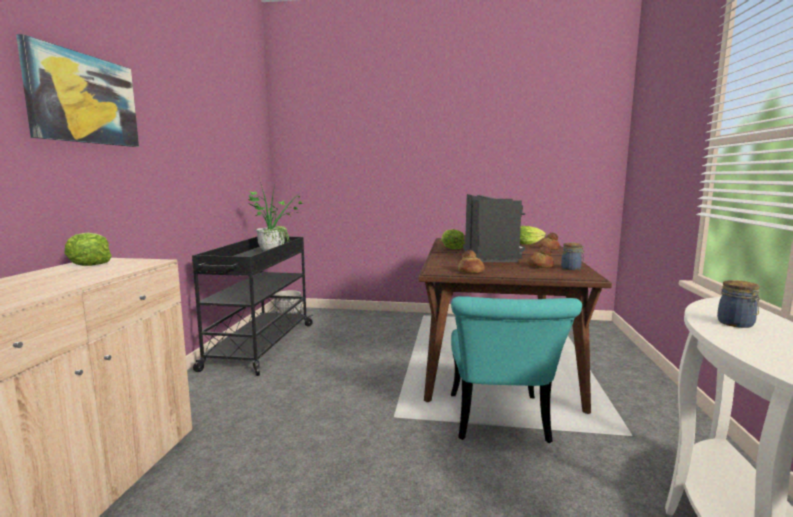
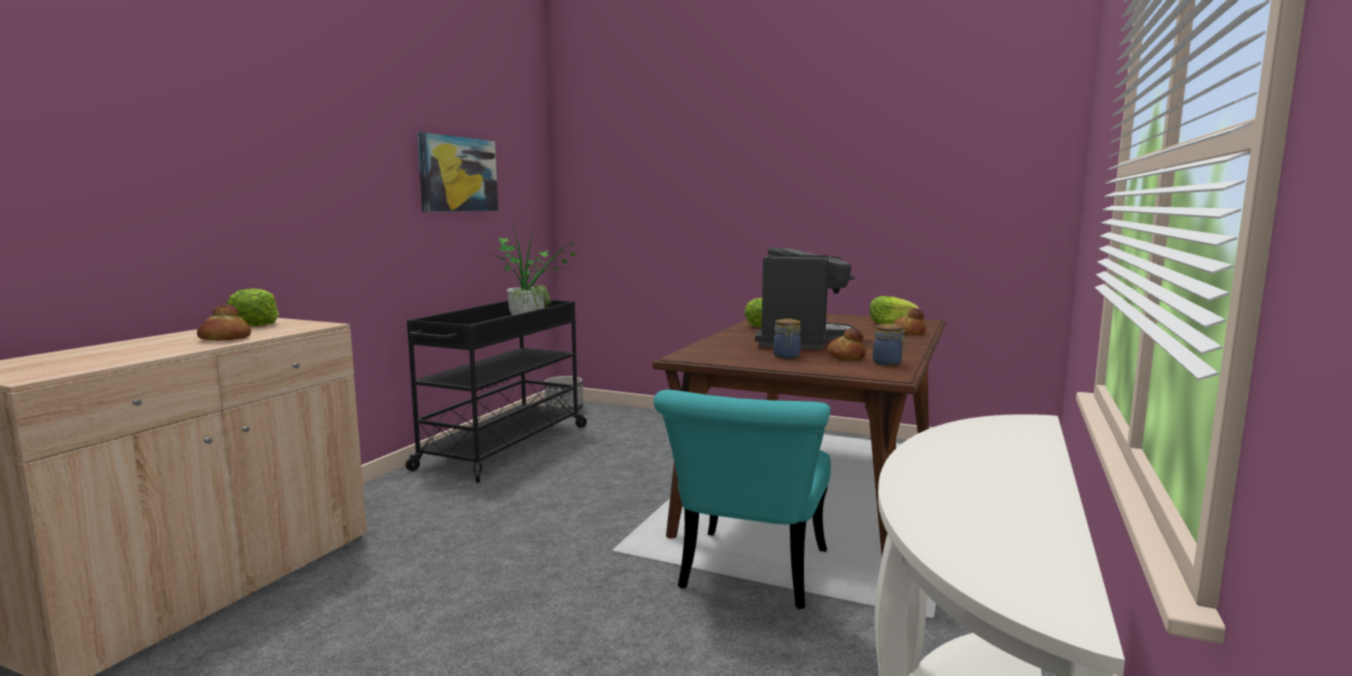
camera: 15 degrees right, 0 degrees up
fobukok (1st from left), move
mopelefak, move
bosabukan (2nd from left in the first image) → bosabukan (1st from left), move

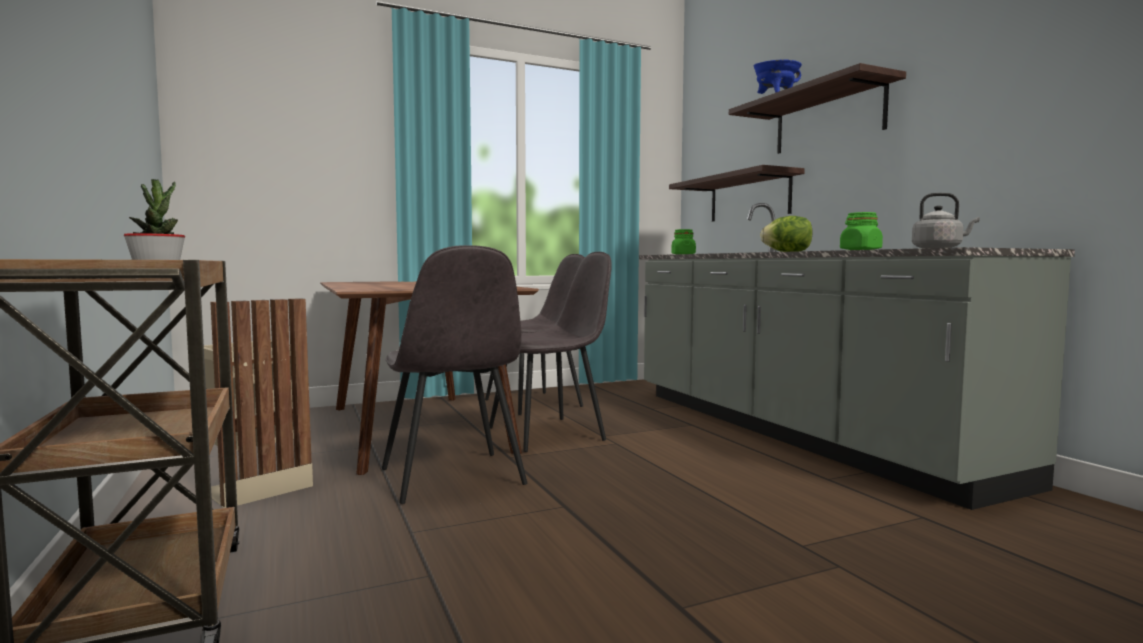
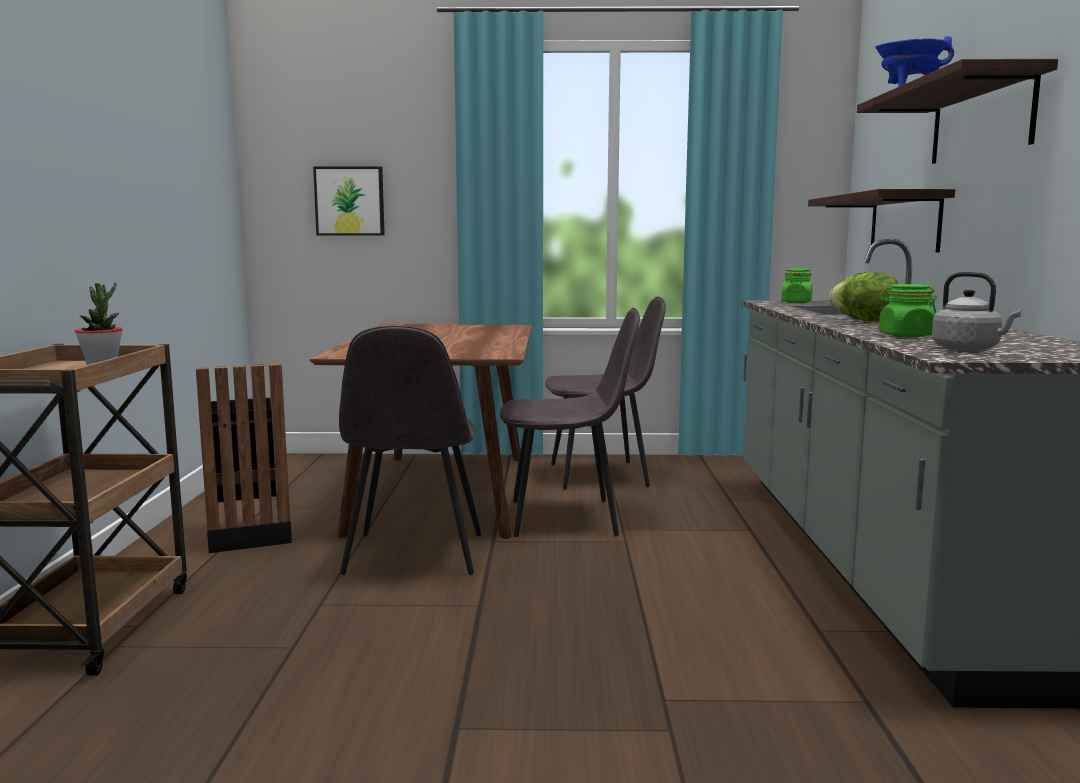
camera: 25 degrees right, 5 degrees up
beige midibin → black midibin
- → mopelefak

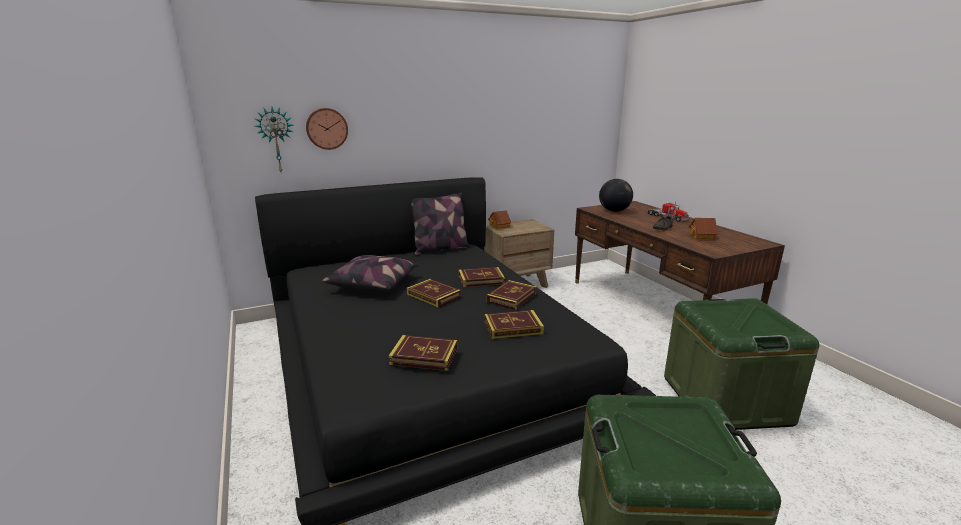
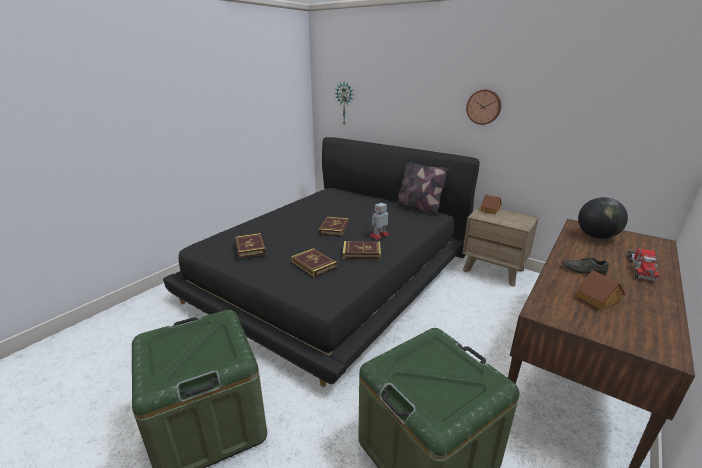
camera: 60 degrees right, 5 degrees up
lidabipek (3rd from left) → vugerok
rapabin (2nd from left), move
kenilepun (1st from left) → -

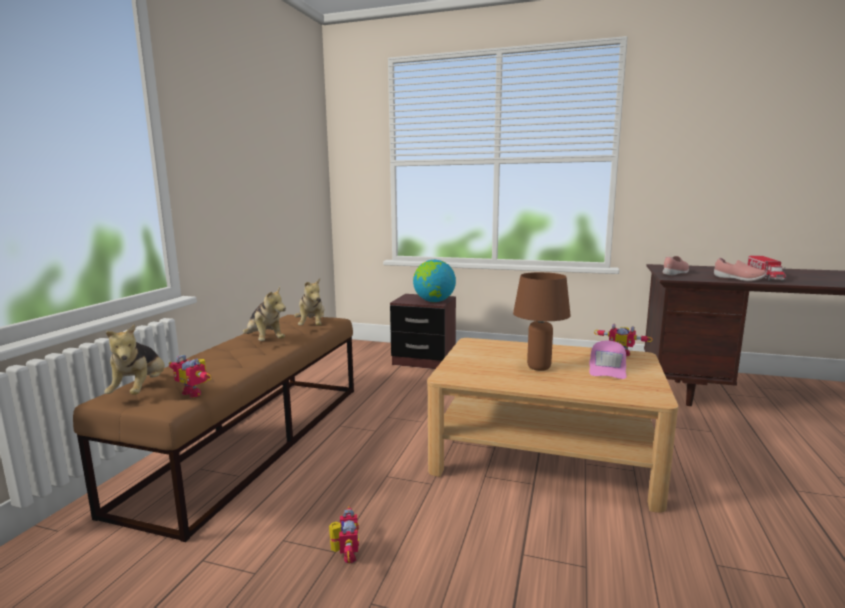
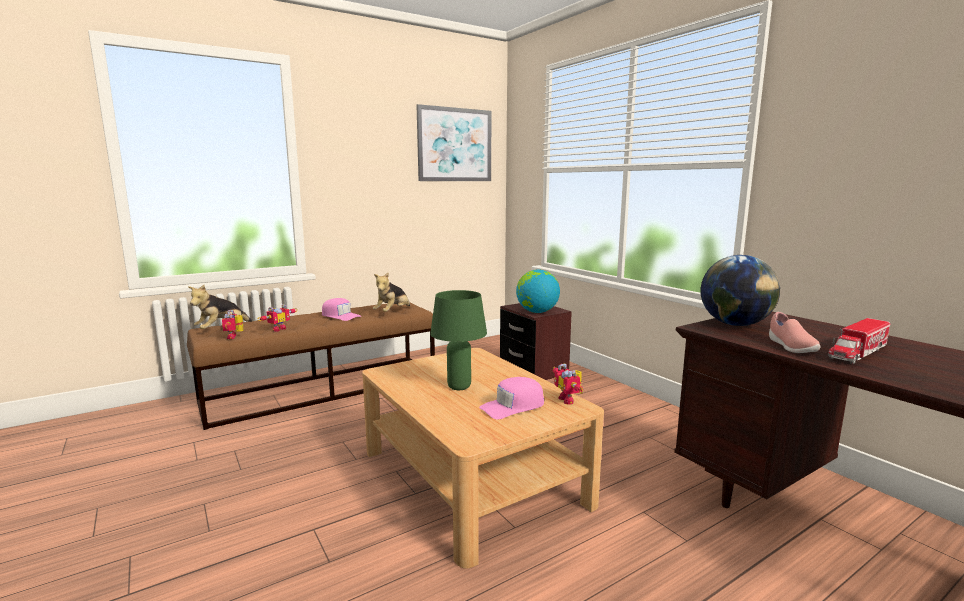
camera: 40 degrees right, 0 degrees up
vugerok (2nd from left), move
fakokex (2nd from left) → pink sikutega (1st from left)
- → mopelefak
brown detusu → green detusu
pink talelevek (1st from left) → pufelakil (2nd from left)

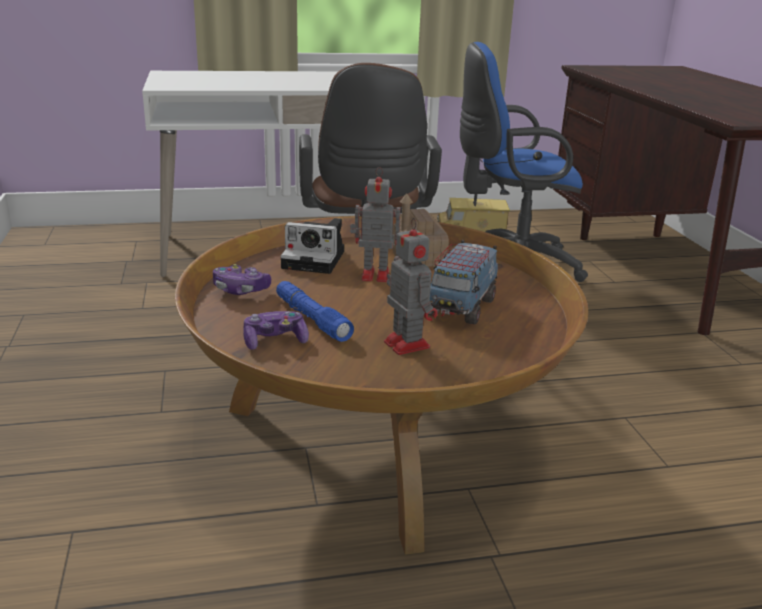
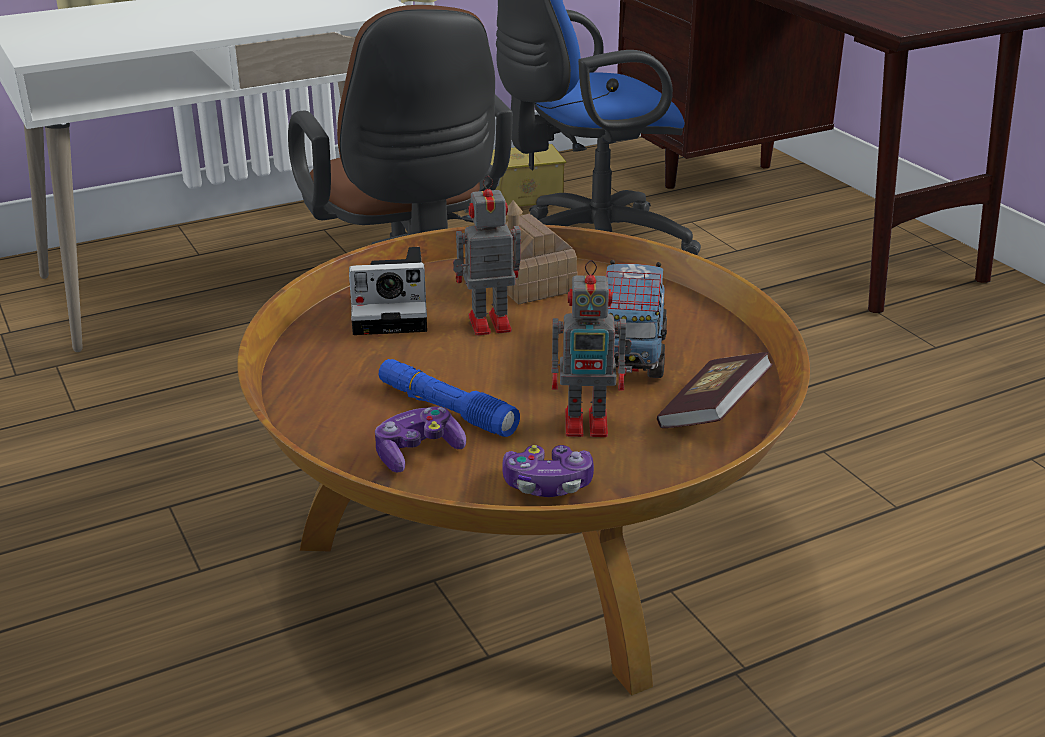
camera: 15 degrees left, 5 degrees up
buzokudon (1st from left in the first image) → buzokudon (2nd from left), move
vugerok (2nd from left), 135 degrees clockwise
- → lidabipek

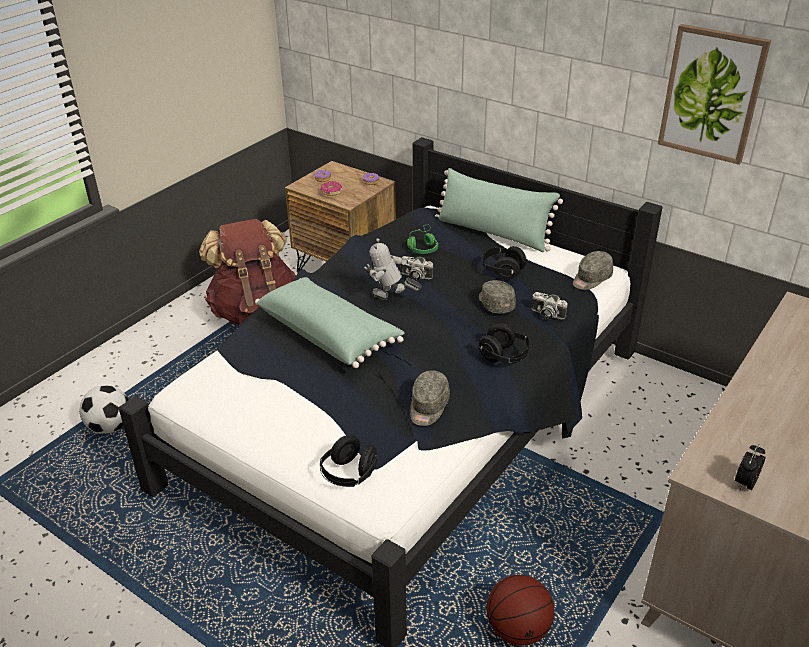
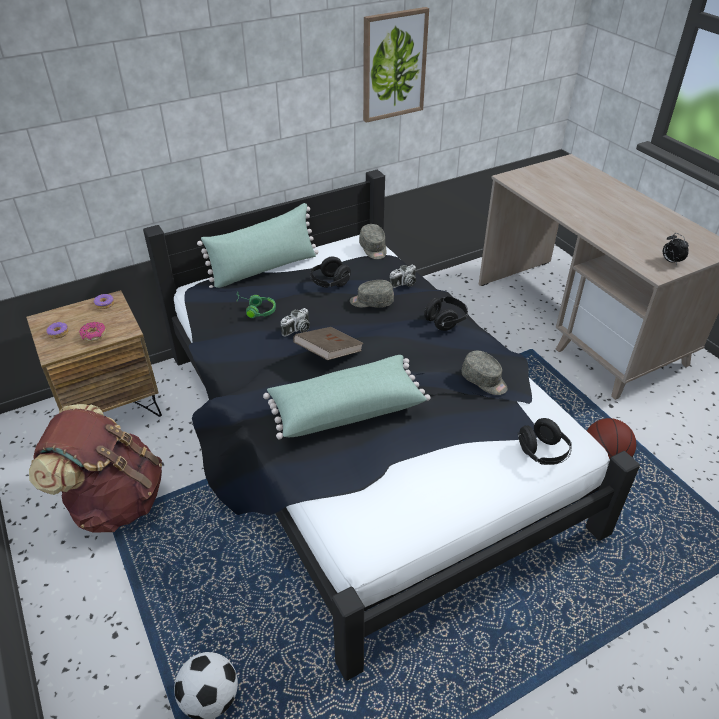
camera: 65 degrees left, 5 degrees up
vugerok → brown lidabipek

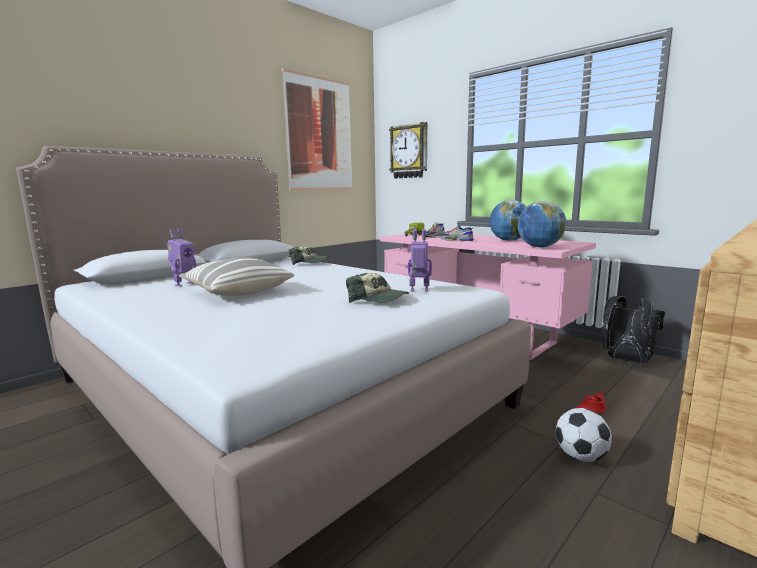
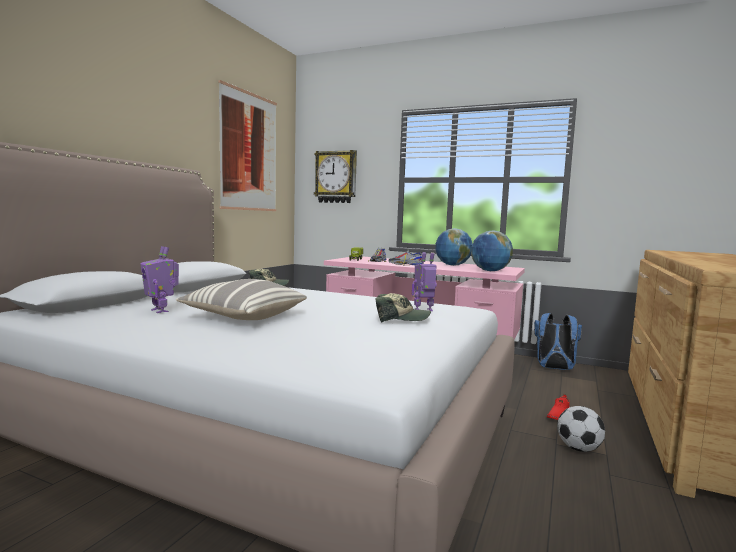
camera: 20 degrees left, 5 degrees down
vugerok (1st from left), 120 degrees clockwise
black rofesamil → blue rofesamil

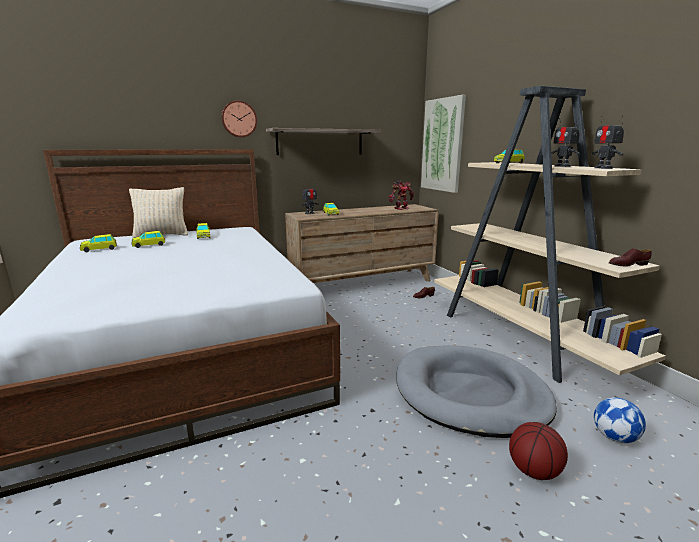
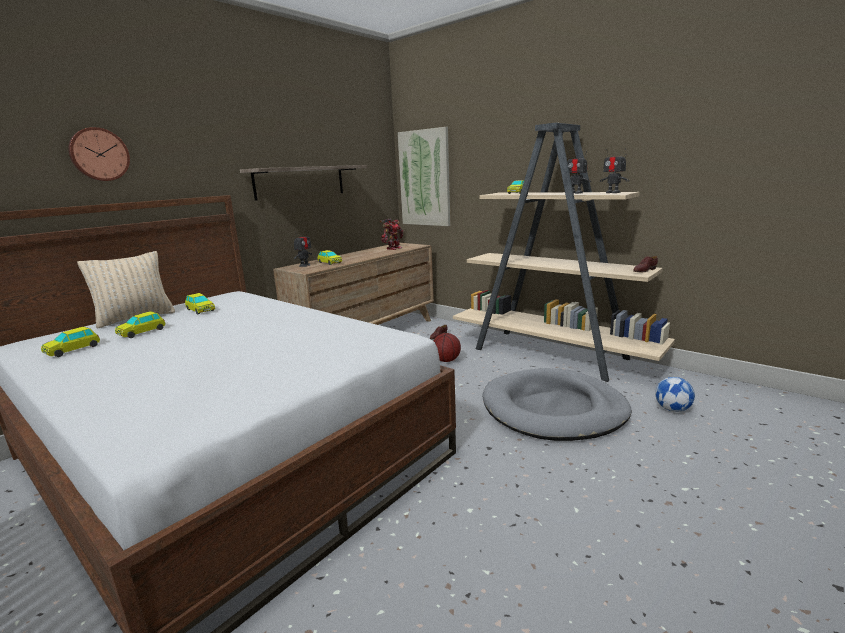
camera: 25 degrees left, 0 degrees up
rapabin, move
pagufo, move

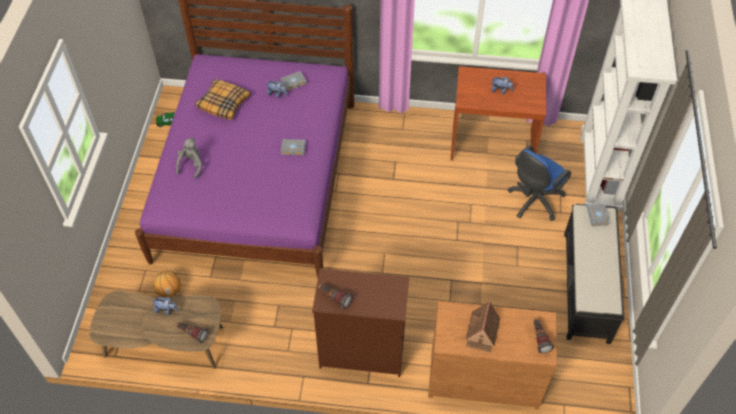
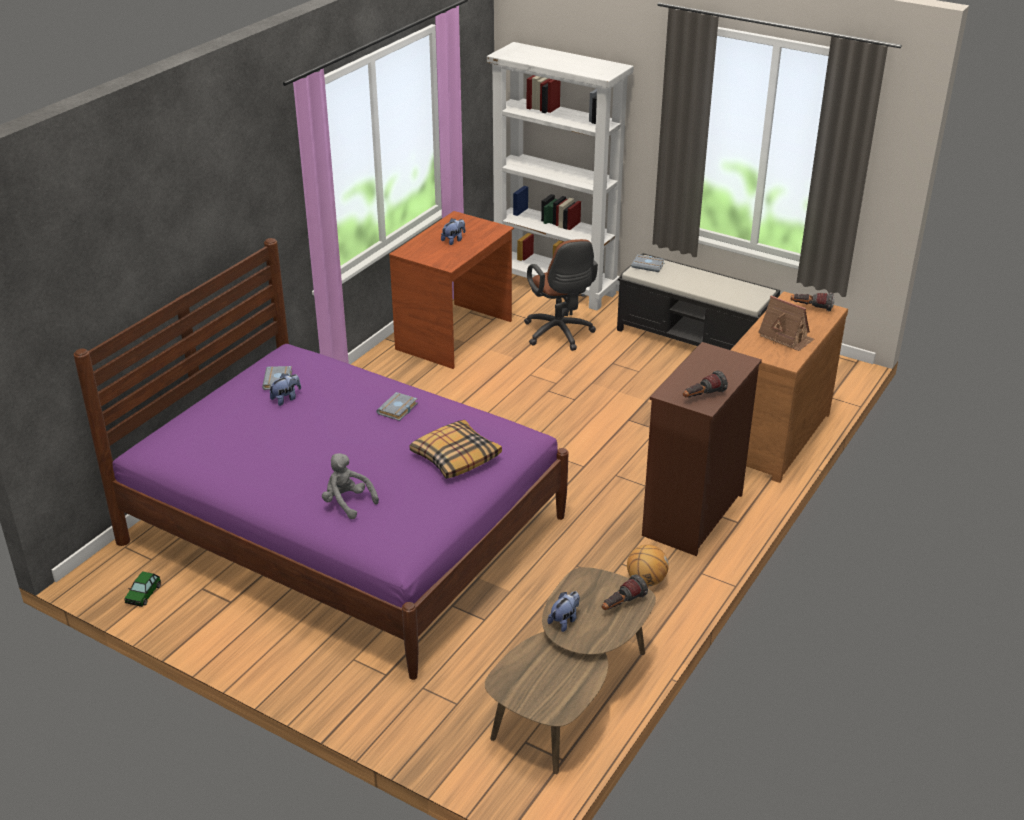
camera: 65 degrees left, 20 degrees down
kenilepun, move
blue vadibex → brown vadibex
pagufo, move

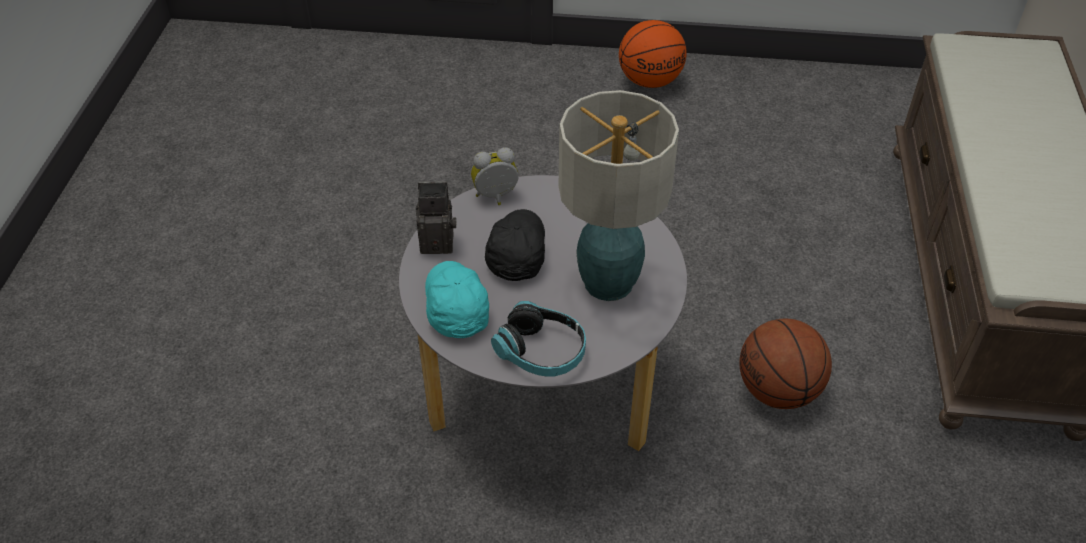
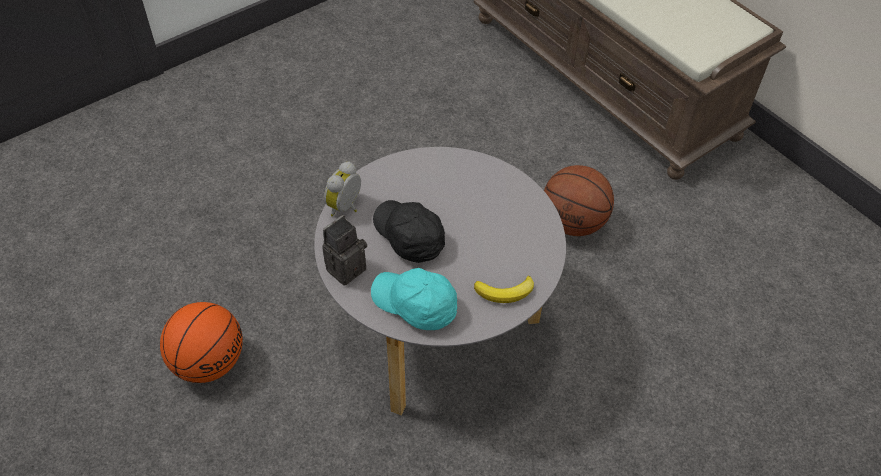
camera: 45 degrees left, 5 degrees up
pagufo (1st from left), move
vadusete → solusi
detusu → -

